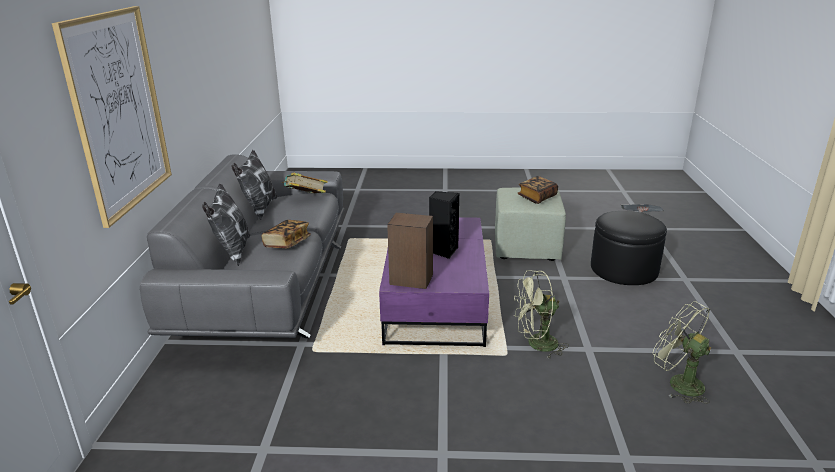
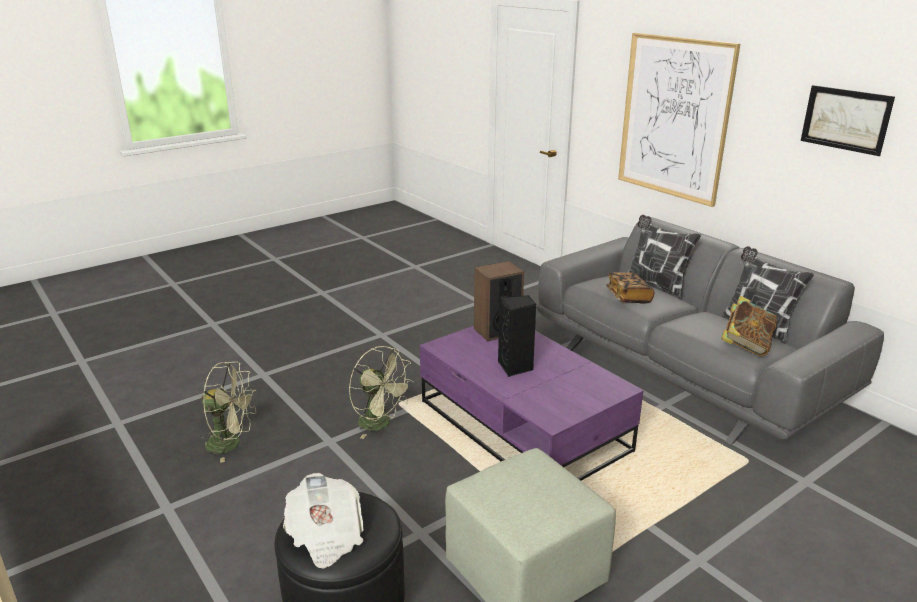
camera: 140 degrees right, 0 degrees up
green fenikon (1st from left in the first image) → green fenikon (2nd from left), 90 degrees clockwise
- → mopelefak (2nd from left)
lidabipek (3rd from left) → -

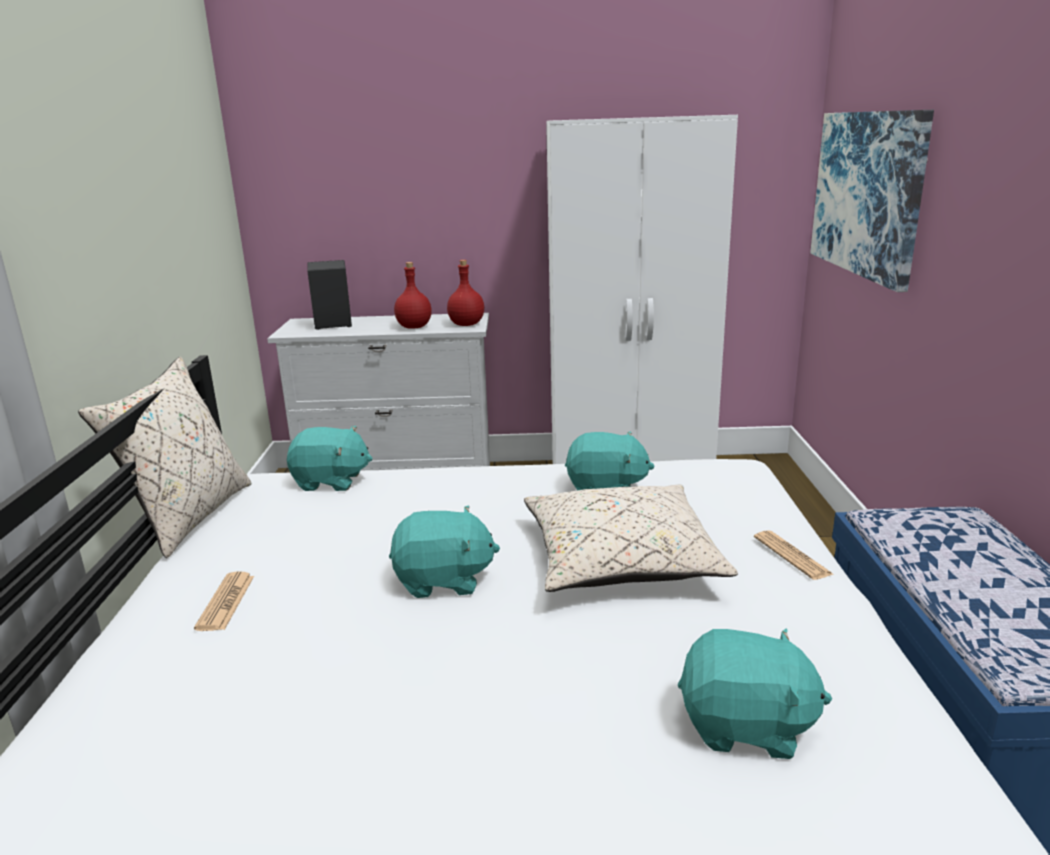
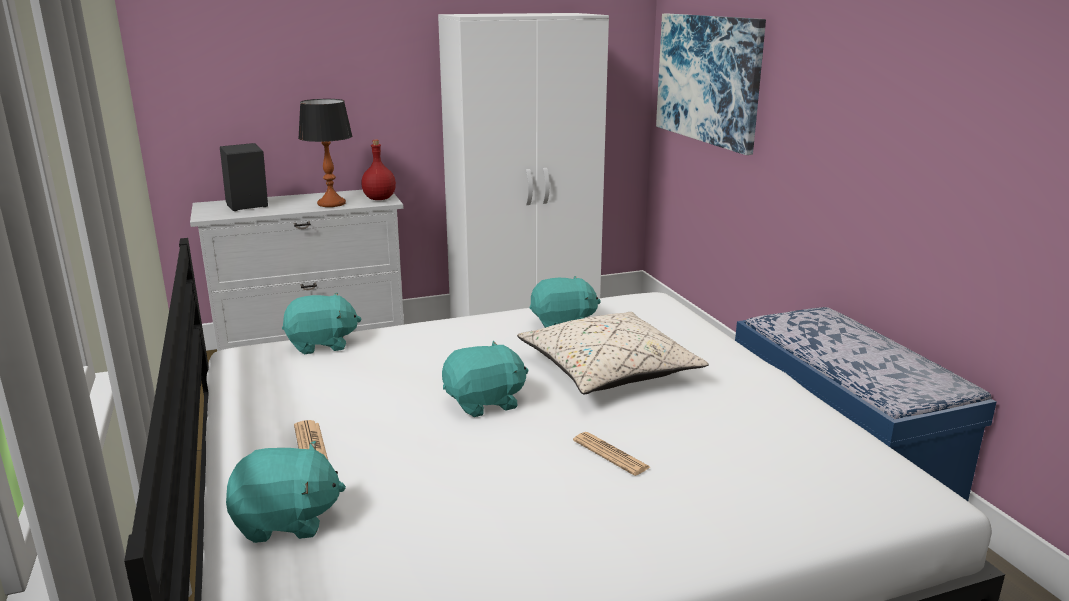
camera: 20 degrees left, 0 degrees up
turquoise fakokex (4th from left in the first image) → turquoise fakokex (1st from left), move
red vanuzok (1st from left) → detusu
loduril (2nd from left), move
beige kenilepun (1st from left) → -

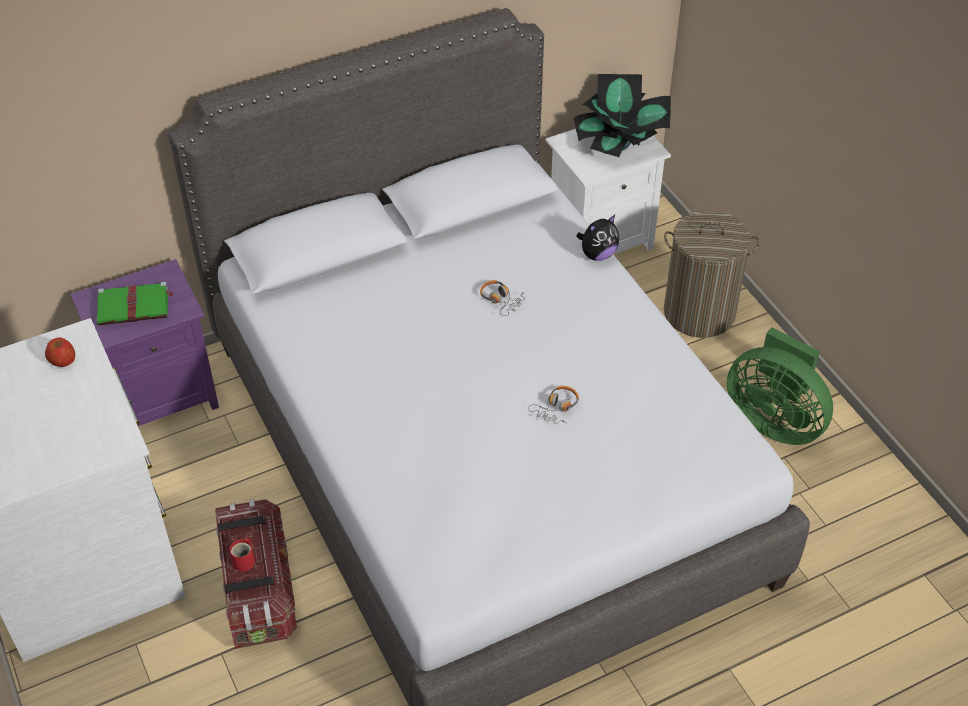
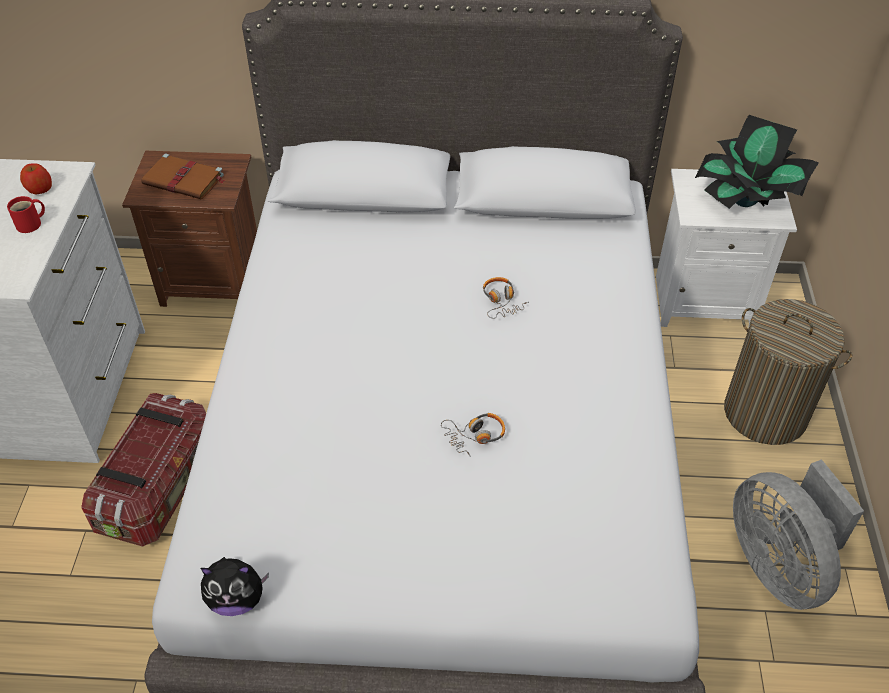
camera: 30 degrees right, 0 degrees up
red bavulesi, move
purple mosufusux → brown mosufusux
green lidabipek → brown lidabipek
fakokex, move
green fenikon → grey fenikon

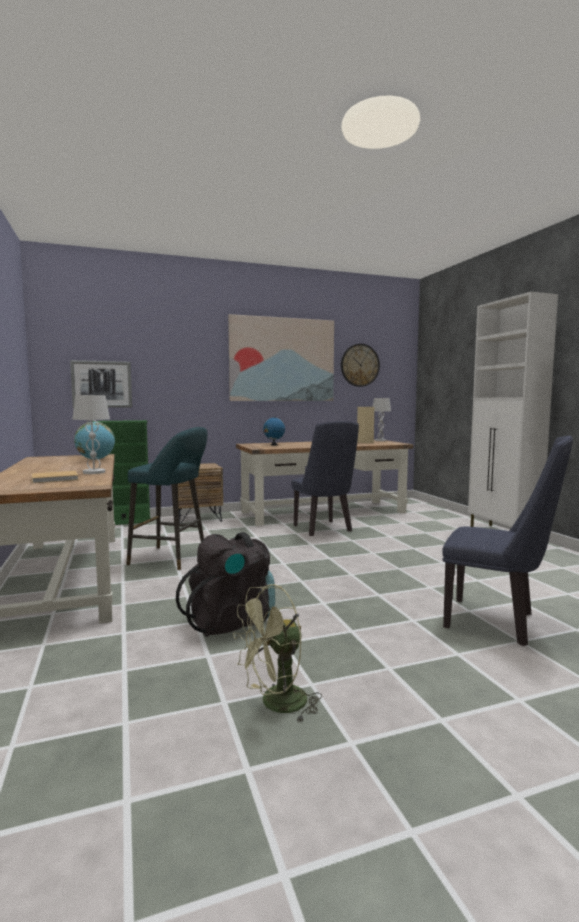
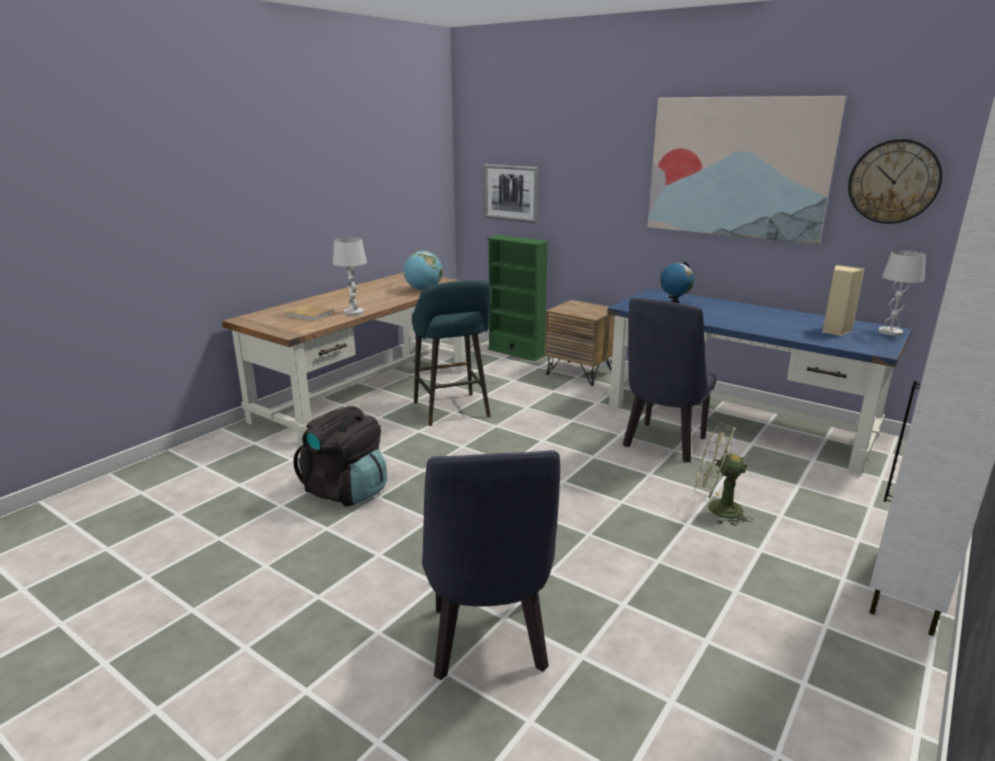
camera: 55 degrees right, 15 degrees up
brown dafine (2nd from left) → blue dafine
green fenikon, move

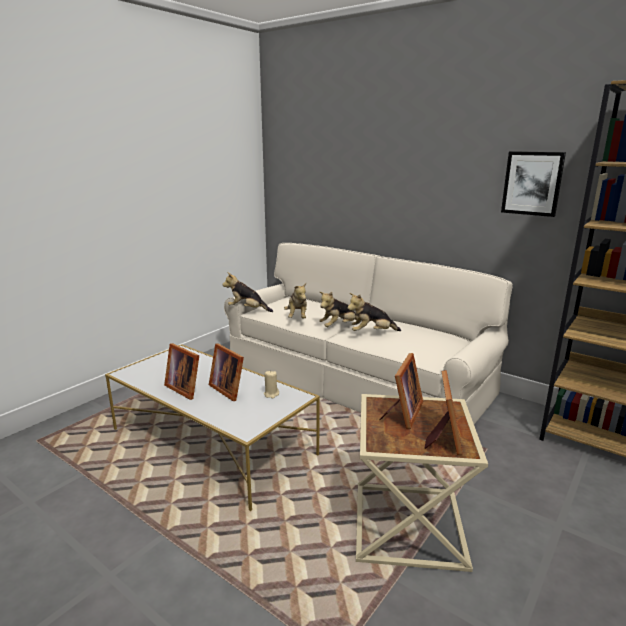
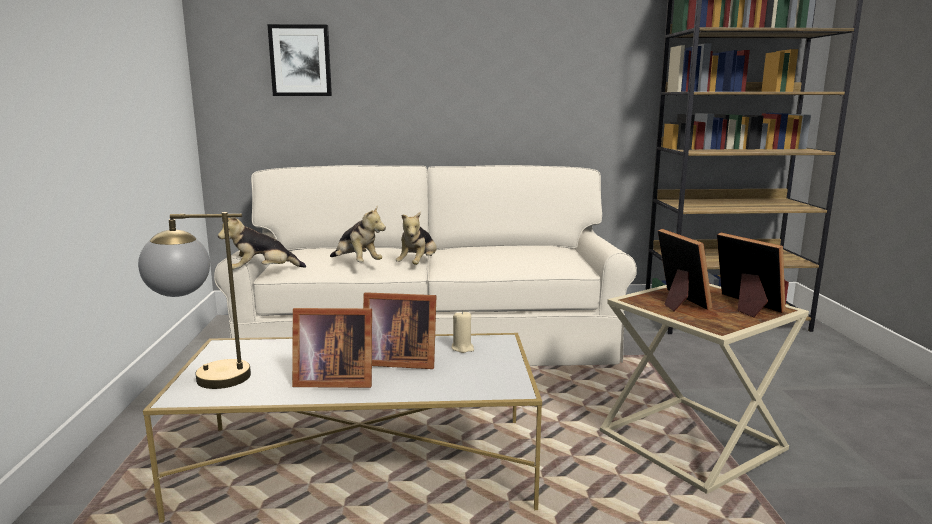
camera: 40 degrees left, 5 degrees down
- → detusu
mopelefak, move
fakokex (4th from left) → -

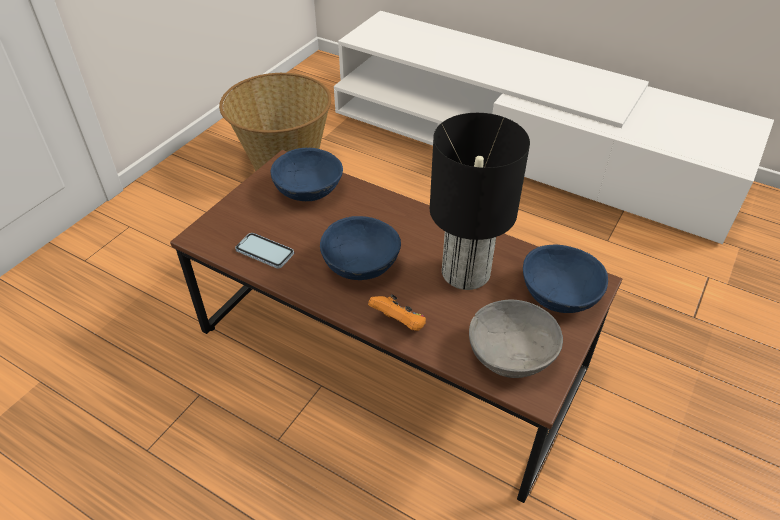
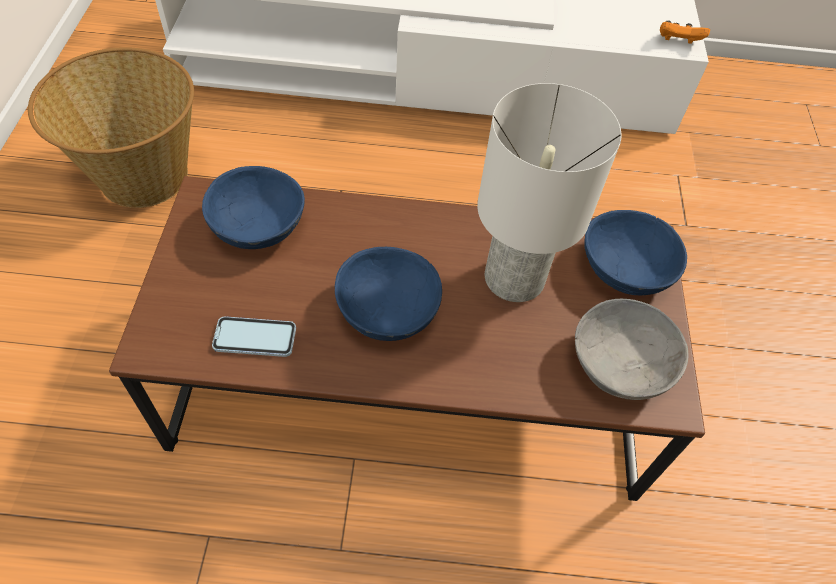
camera: 30 degrees left, 10 degrees up
black detusu → white detusu
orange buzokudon, move

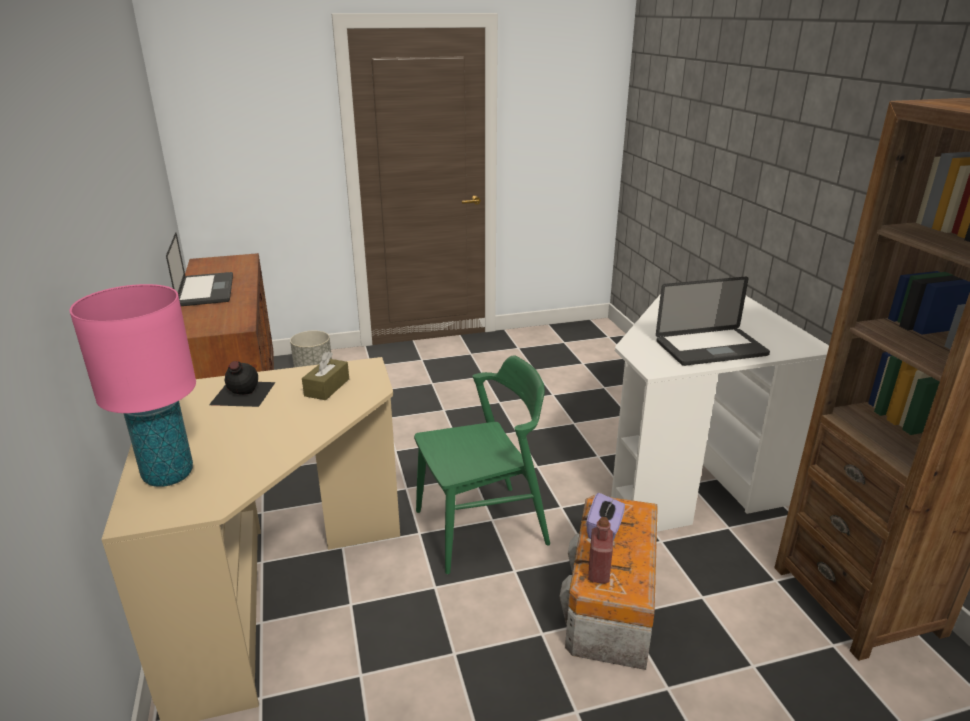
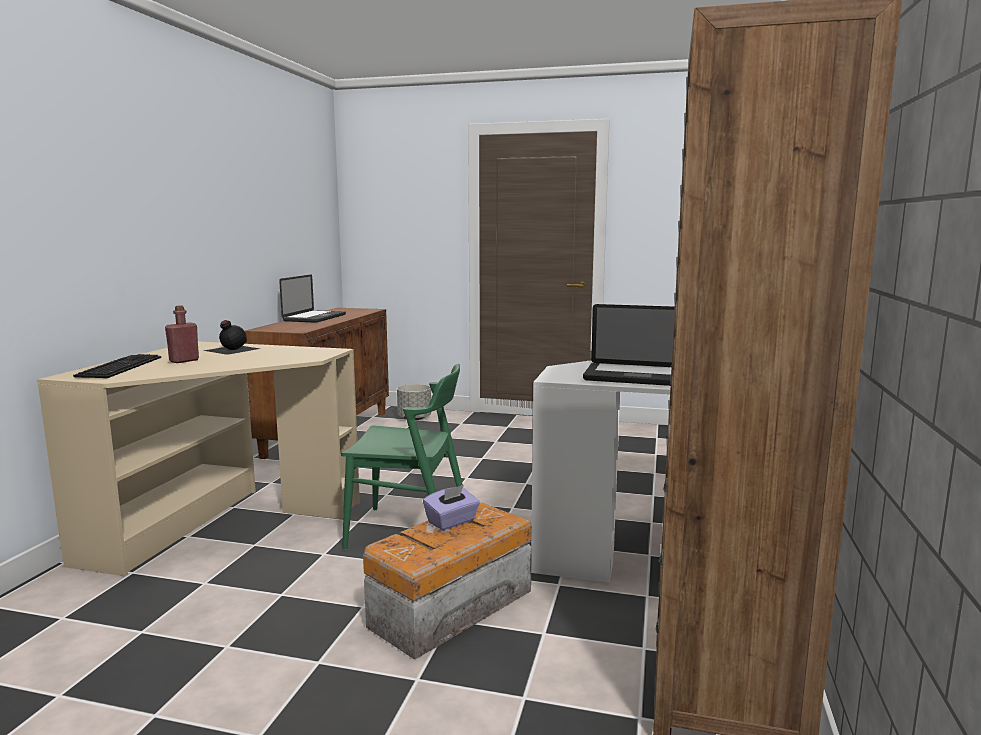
camera: 30 degrees right, 15 degrees down
pink detusu → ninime
red vanuzok, move
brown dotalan → -

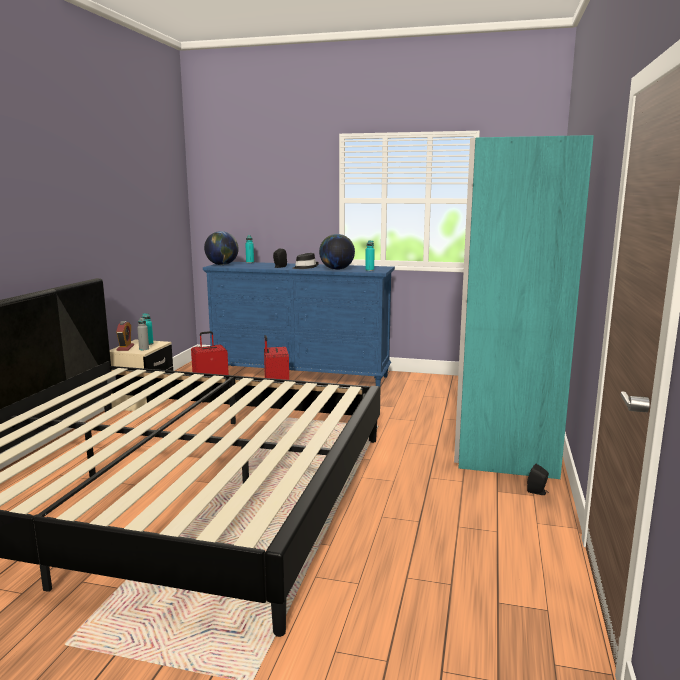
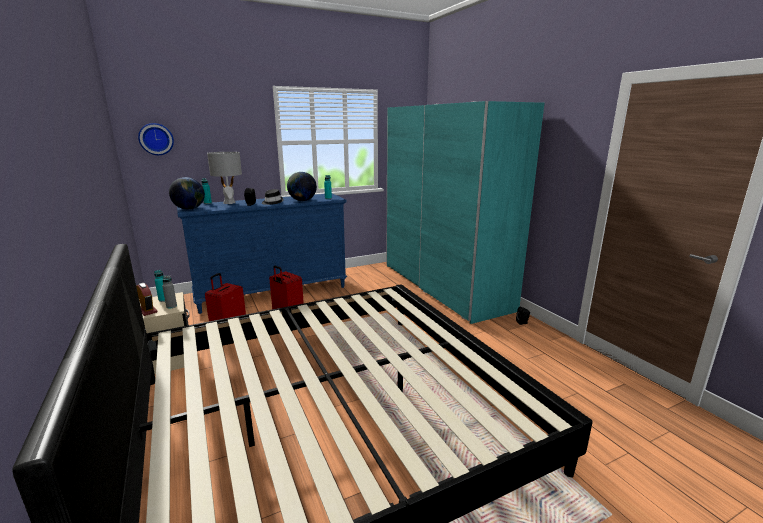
camera: 40 degrees left, 5 degrees up
- → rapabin
- → grey detusu

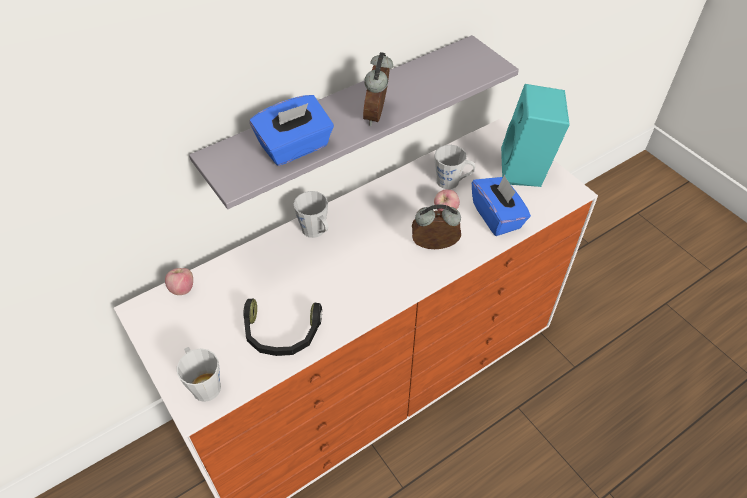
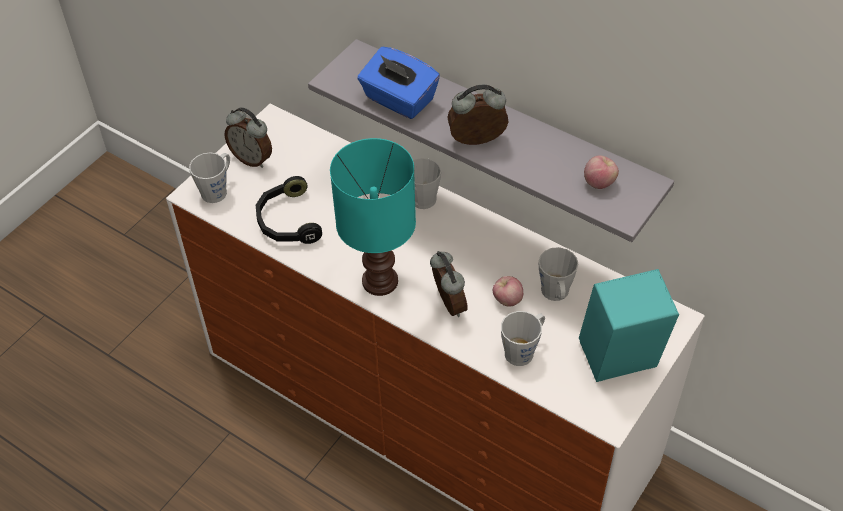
camera: 70 degrees right, 0 degrees up
- → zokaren (1st from left)
- → turquoise detusu
blue dotalan (2nd from left) → grey bavulesi (3rd from left)
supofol (1st from left in the first image) → supofol (2nd from left), move

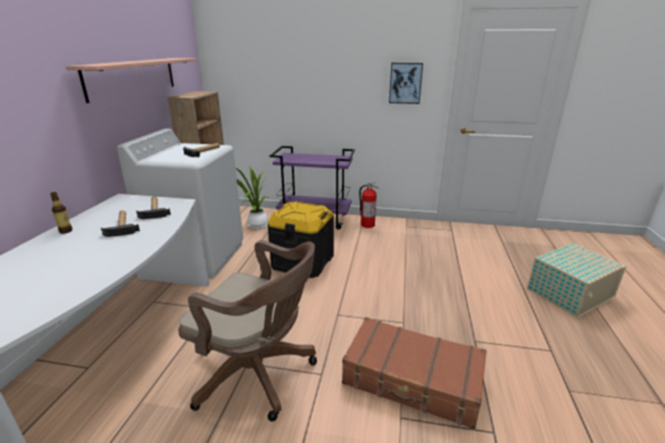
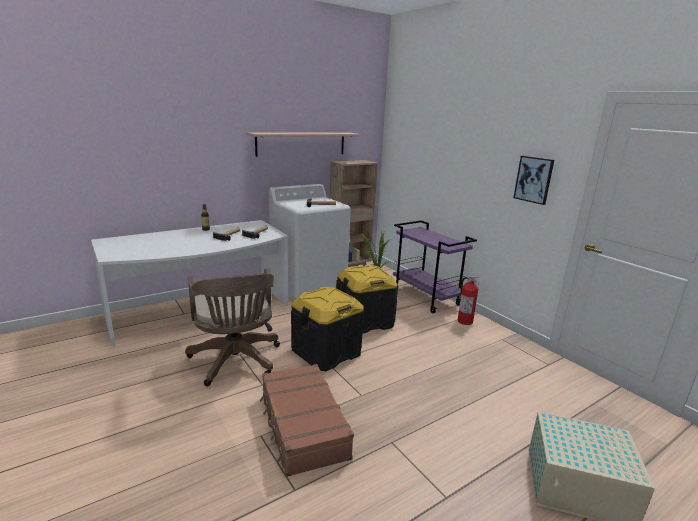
camera: 45 degrees right, 5 degrees down
- → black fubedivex (1st from left)

